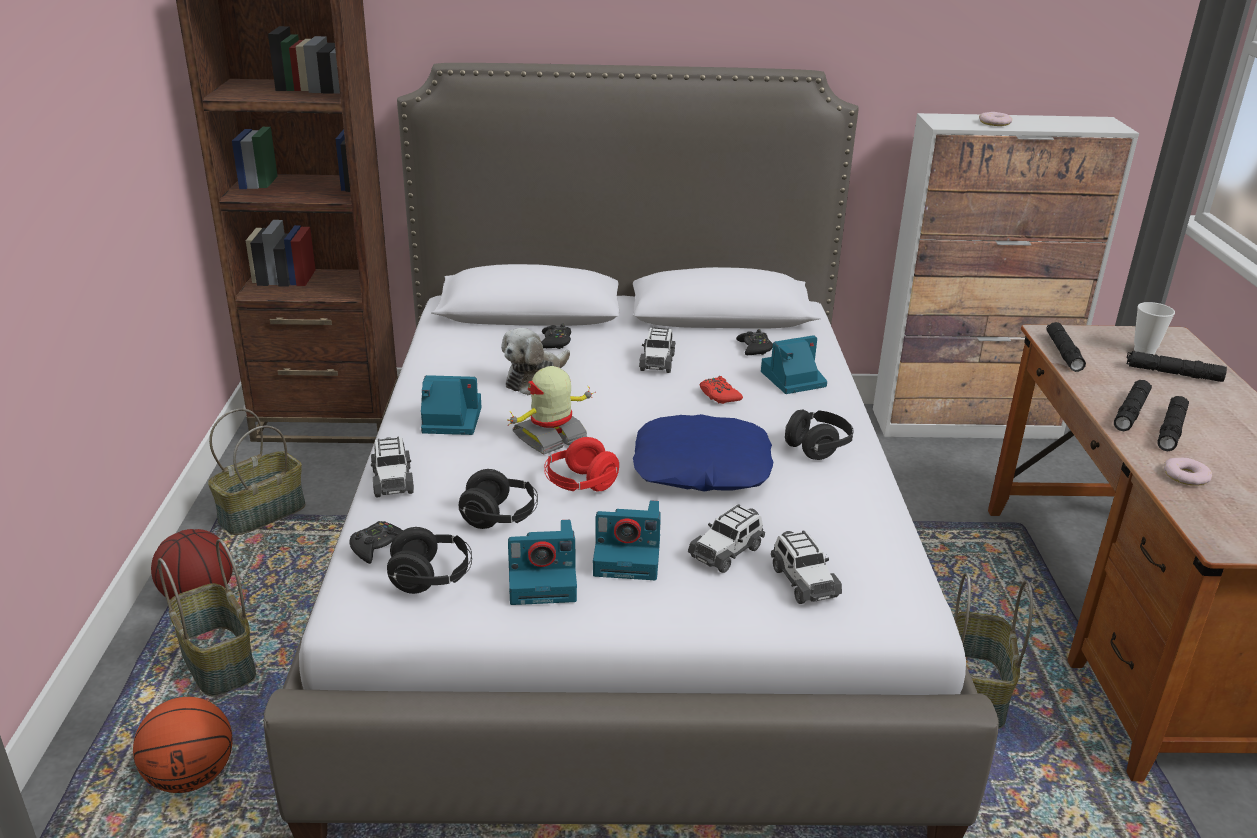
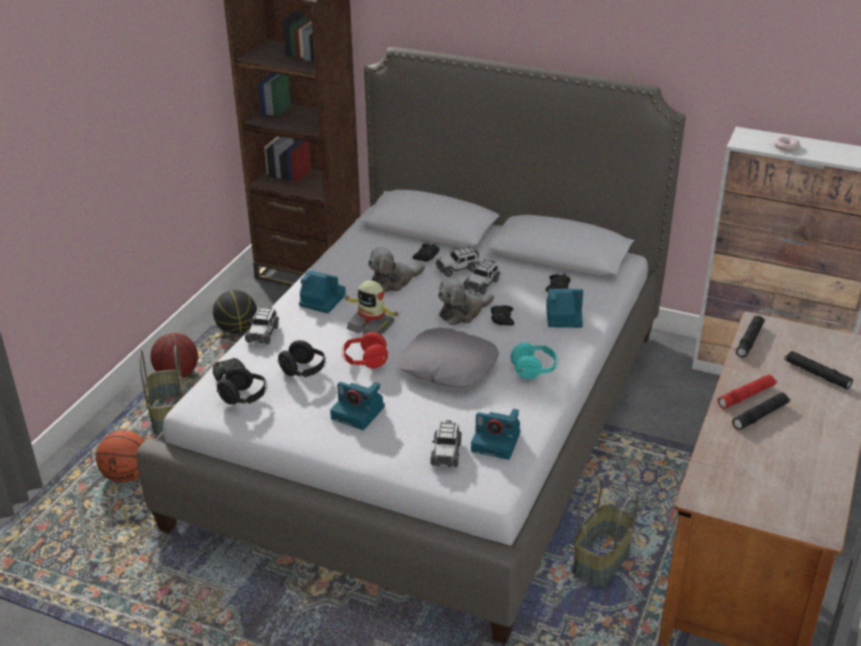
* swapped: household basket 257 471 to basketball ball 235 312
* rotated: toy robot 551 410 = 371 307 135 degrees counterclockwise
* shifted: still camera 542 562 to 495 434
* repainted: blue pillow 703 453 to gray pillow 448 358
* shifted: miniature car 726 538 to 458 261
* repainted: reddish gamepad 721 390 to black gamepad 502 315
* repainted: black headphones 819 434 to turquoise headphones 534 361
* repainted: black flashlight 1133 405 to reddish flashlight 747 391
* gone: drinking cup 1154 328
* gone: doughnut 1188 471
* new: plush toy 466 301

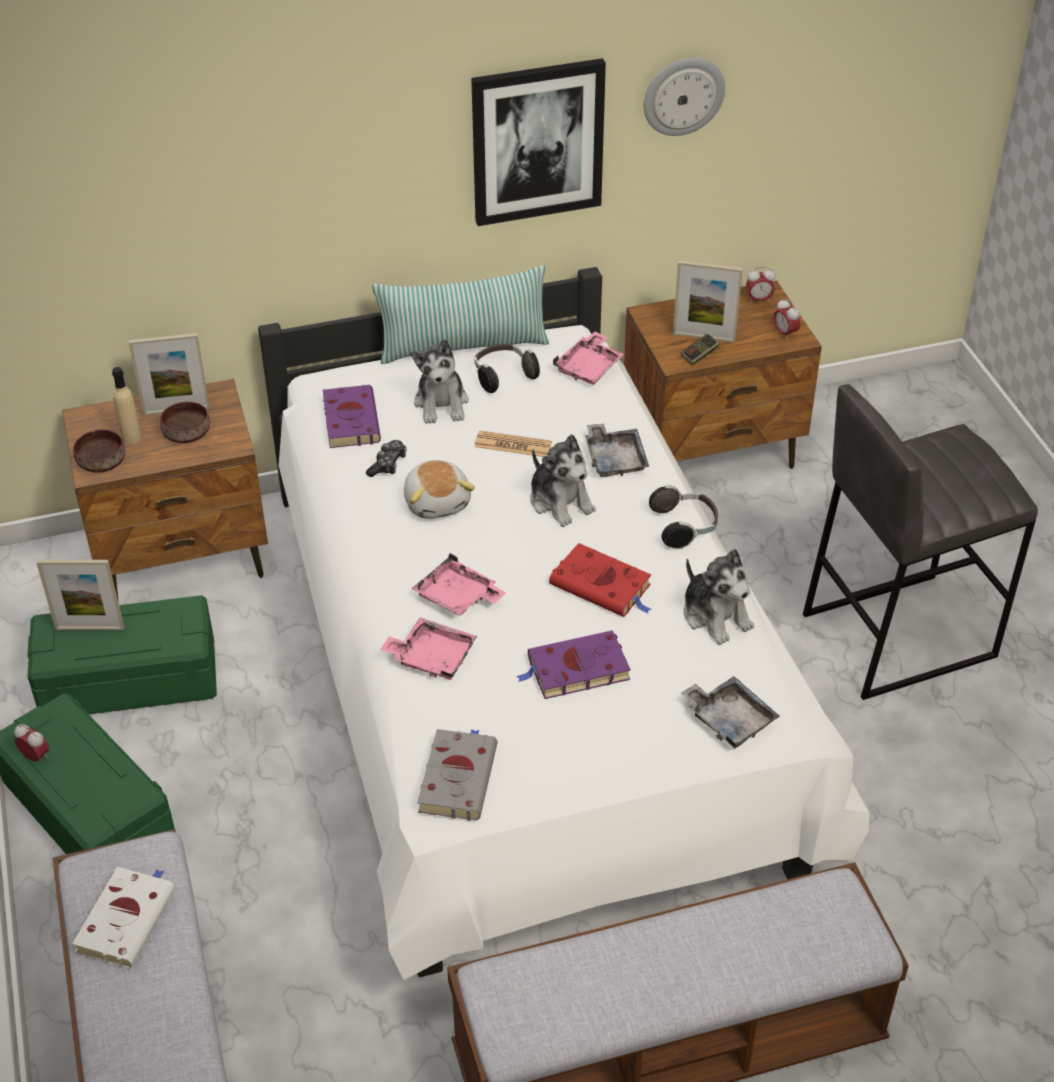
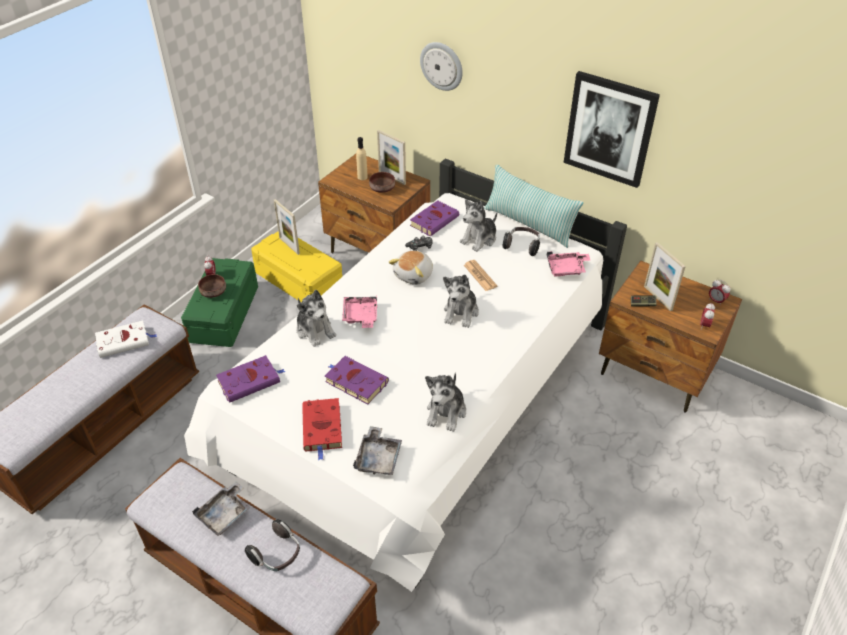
* repainted: green storage bin 122 654 to yellowish storage bin 297 267
* shifted: brown deep dish 99 451 to 212 286
* swapped: pinkish tray 428 648 to plush toy 316 318
* repainted: gray bound book 457 775 to purple-coloured bound book 251 379
* shifted: reddish bound book 600 580 to 322 429
* shifted: gray tray 617 450 to 221 509
* shifted: wall clock 684 97 to 441 66
* shifted: headphones 683 517 to 272 545
* gone: gray sitting stool 920 542

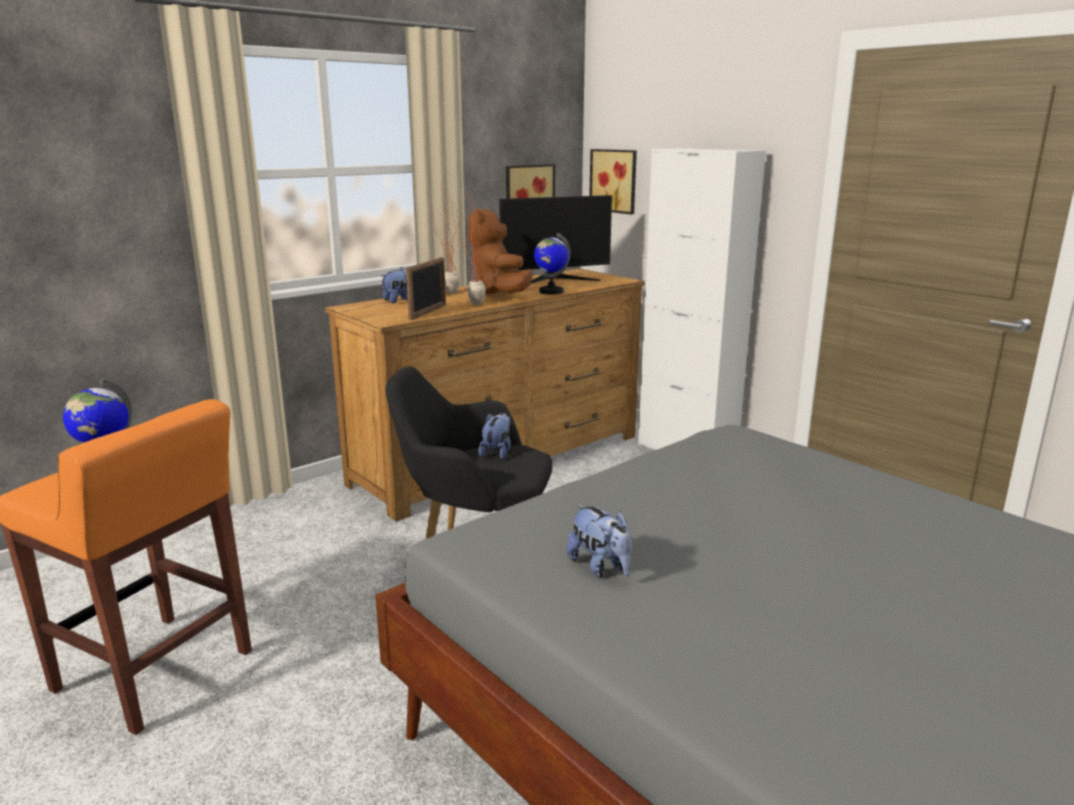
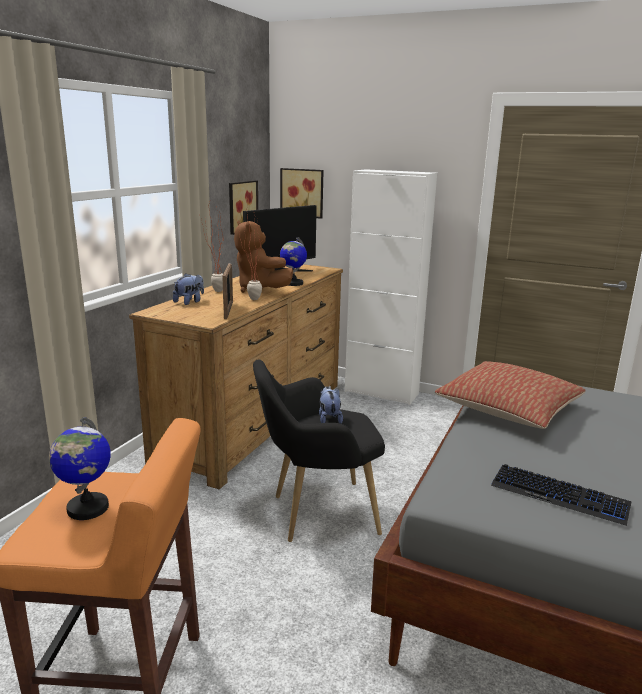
* swapped: plush toy 599 541 to keyboard 561 495
* new: pillow 510 395

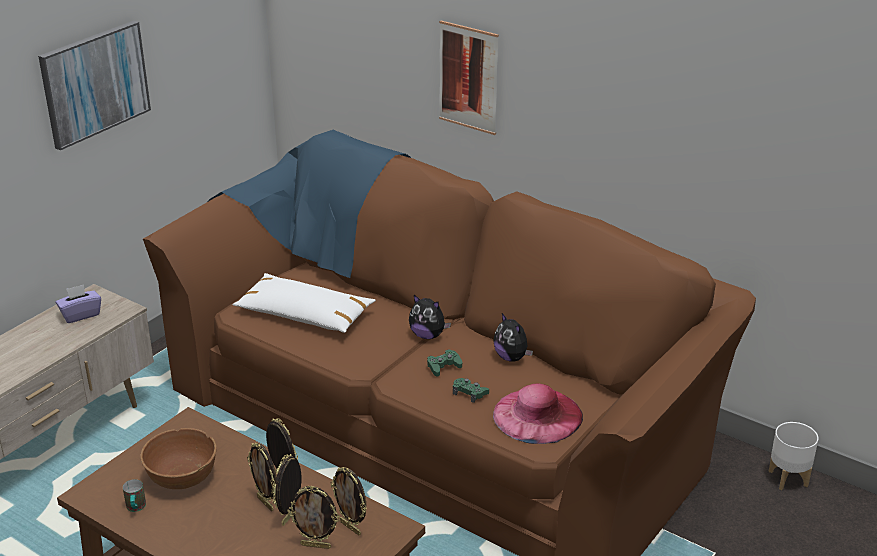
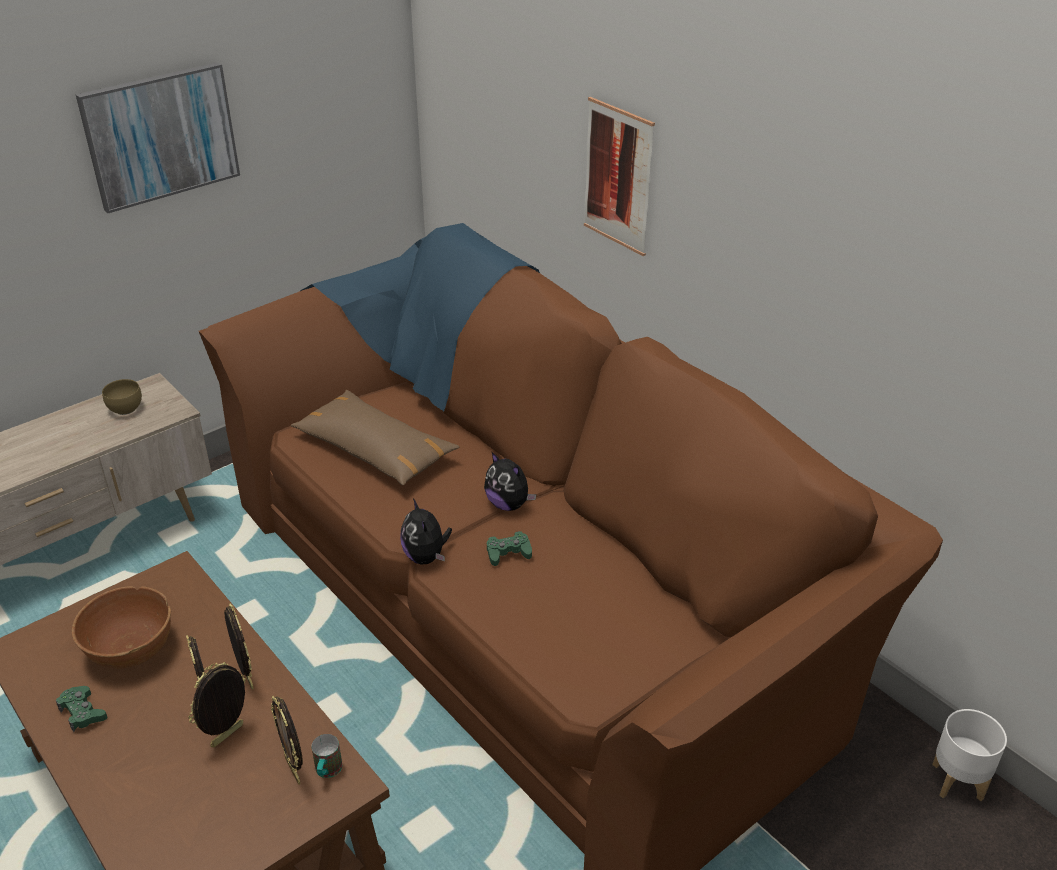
* swapped: purple-coloured tissue holder 78 303 to brown deep dish 122 397
* shifted: coffee mug 134 495 to 327 756
* repainted: whitish pillow 304 303 to brown pillow 375 437
* gone: picture frame 313 517
* shifted: green gamepad 471 390 to 81 709
* shifted: plush toy 513 337 to 426 531
* gone: pinkish hat 538 413

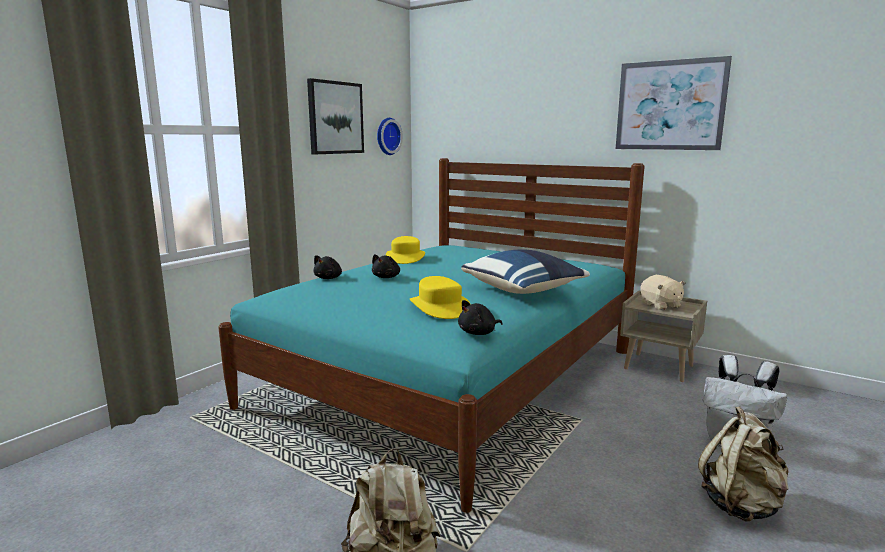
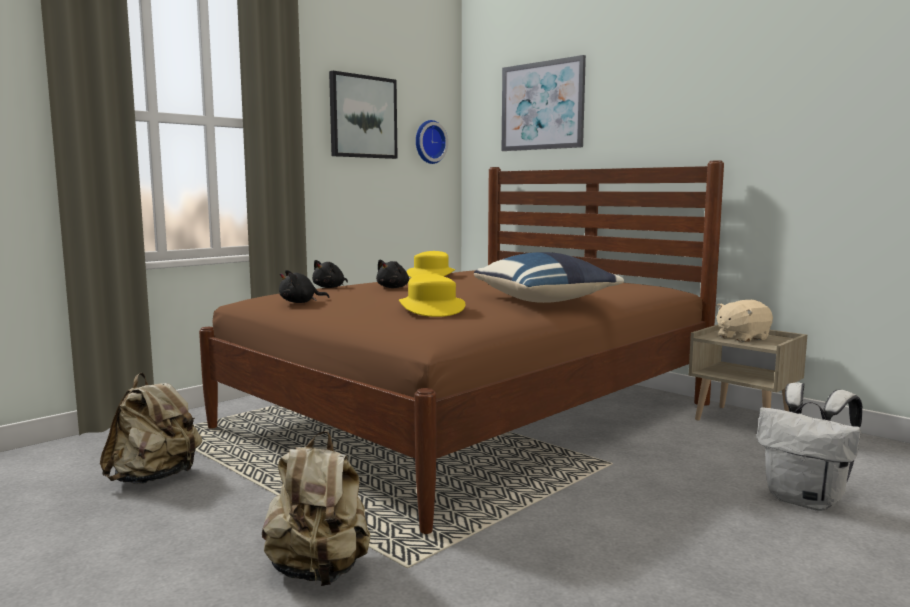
* repainted: turquoise bedroom bed 431 335 to brown bedroom bed 461 347
* shifted: black plush toy 480 317 to 304 286
* shifted: wall picture 674 103 to 544 103
* rotated: beige plush toy 663 292 = 744 321 75 degrees clockwise
* shifted: beige knapsack 743 464 to 151 428

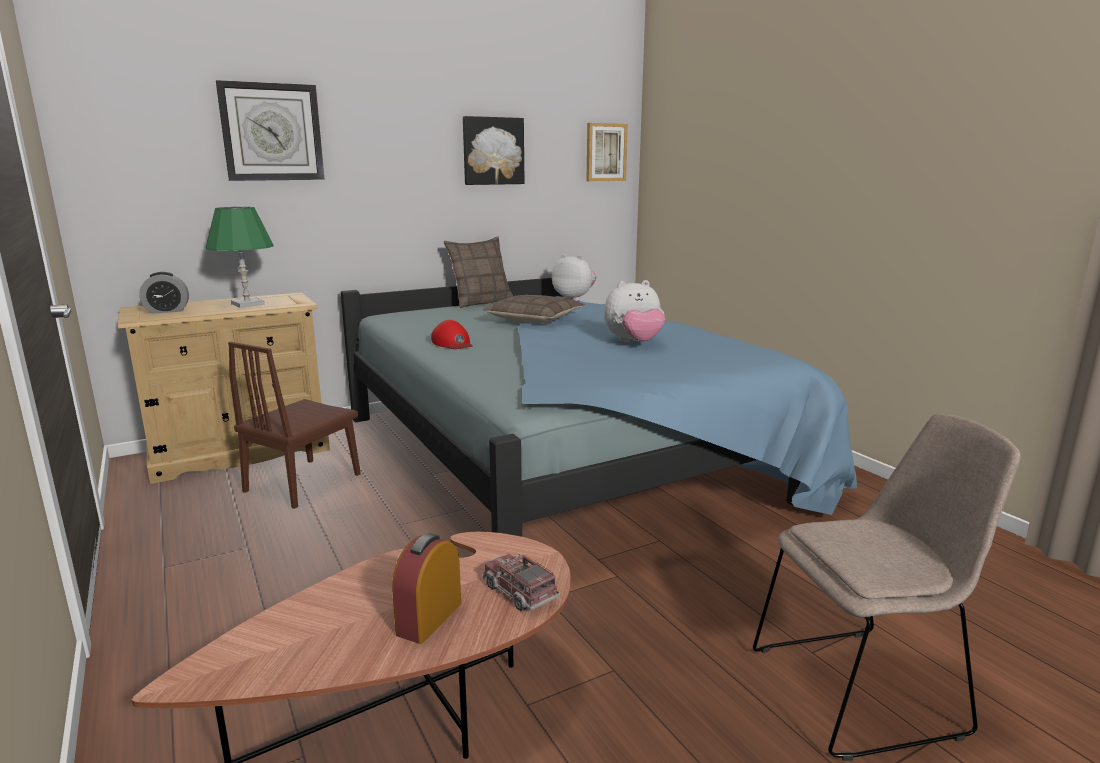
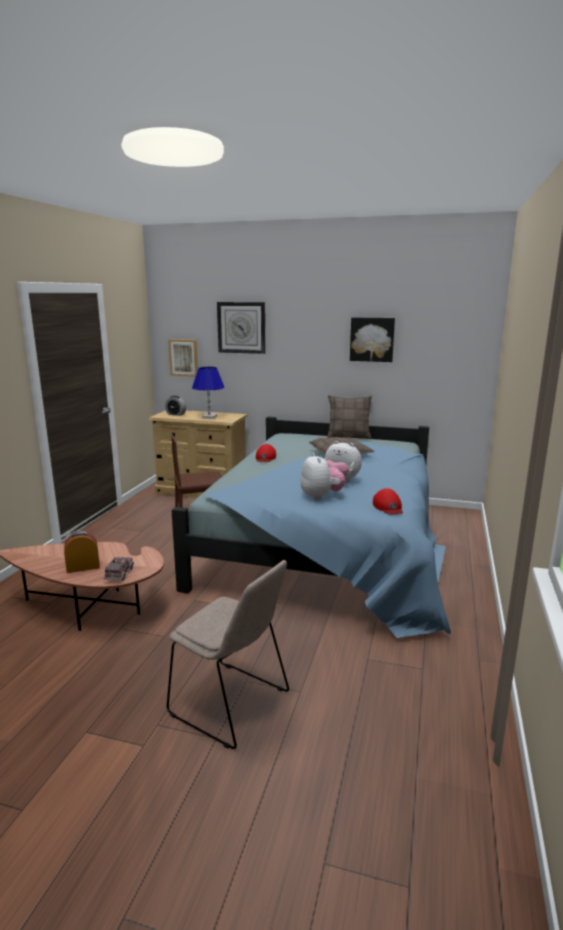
* repainted: green table lamp 240 257 to blue table lamp 208 392
* shifted: plush toy 574 277 to 323 476
* shifted: wall picture 607 152 to 183 358
* new: reddish peaked cap 388 501

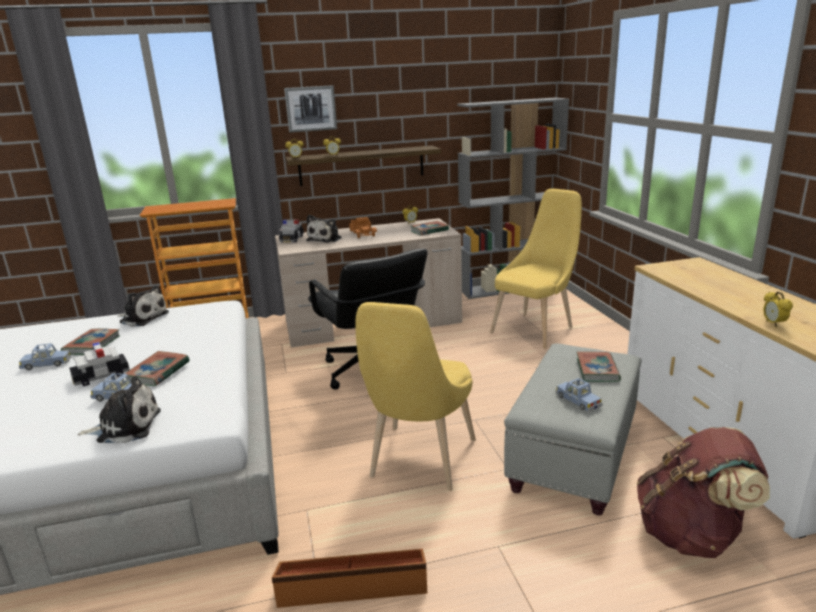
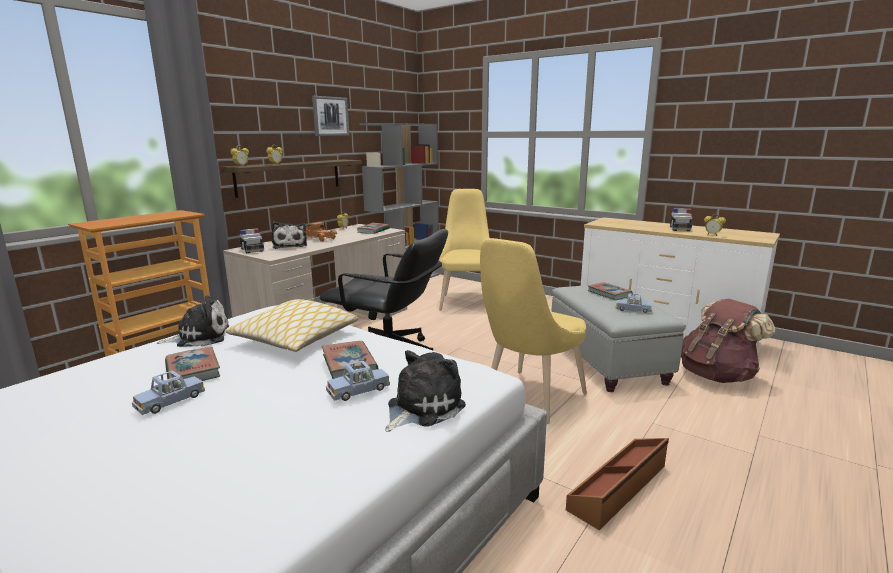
* shifted: miniature car 99 364 to 681 220
* shifted: wall picture 310 109 to 330 116
* rotated: yellowish chair 415 396 = 533 331 60 degrees clockwise
* new: pillow 292 325

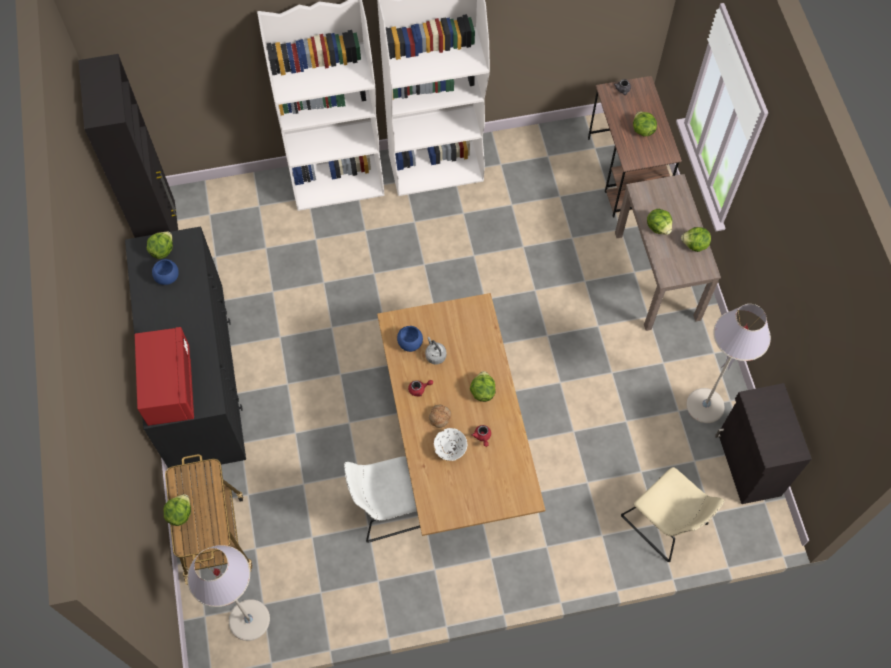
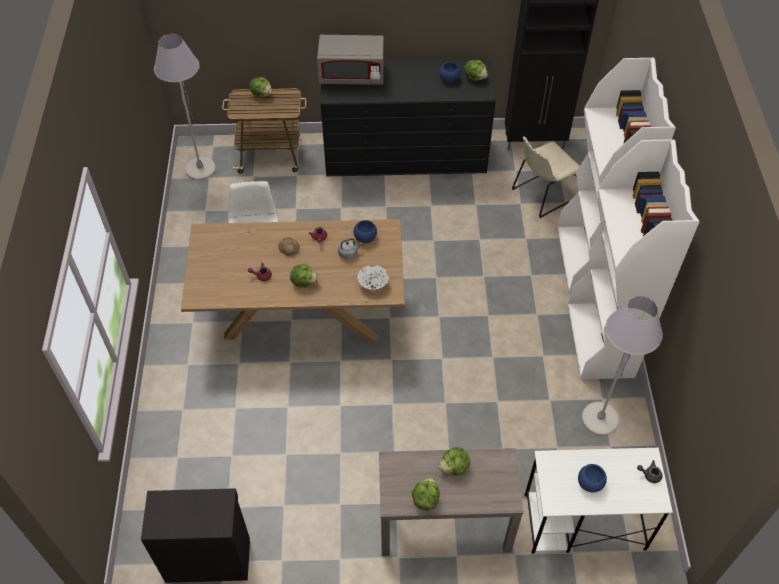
* repainted: reddish microwave oven 164 376 to gray microwave oven 350 60
* shifted: whitish deep dish 450 444 to 373 277
* repainted: brown desk unit 635 147 to whitish desk unit 598 501
* shifted: beige chair 673 514 to 546 177
* swapped: lettuce head 645 123 to blue deep dish 592 478
* shifted: gray standard lamp 728 363 to 622 365

